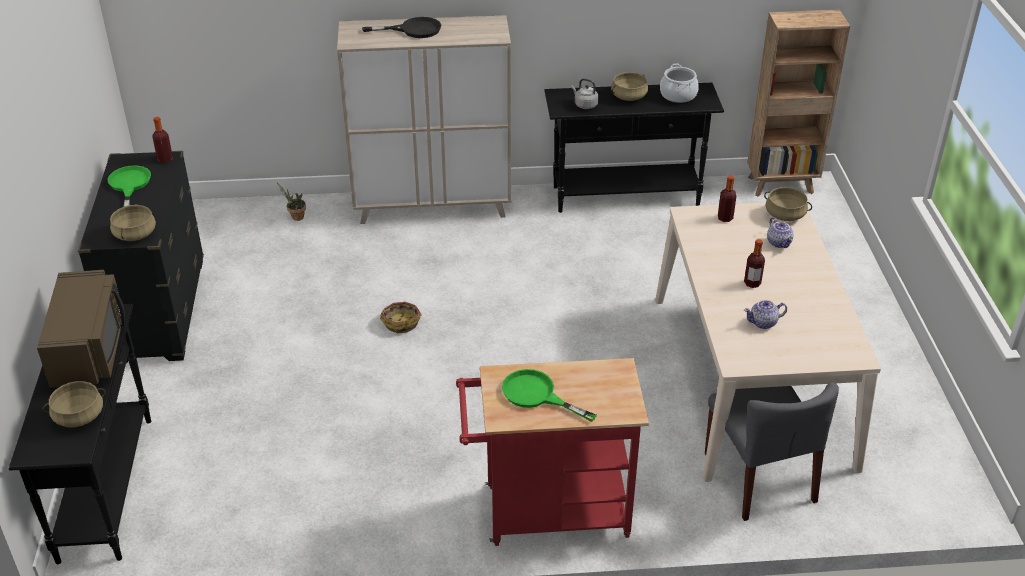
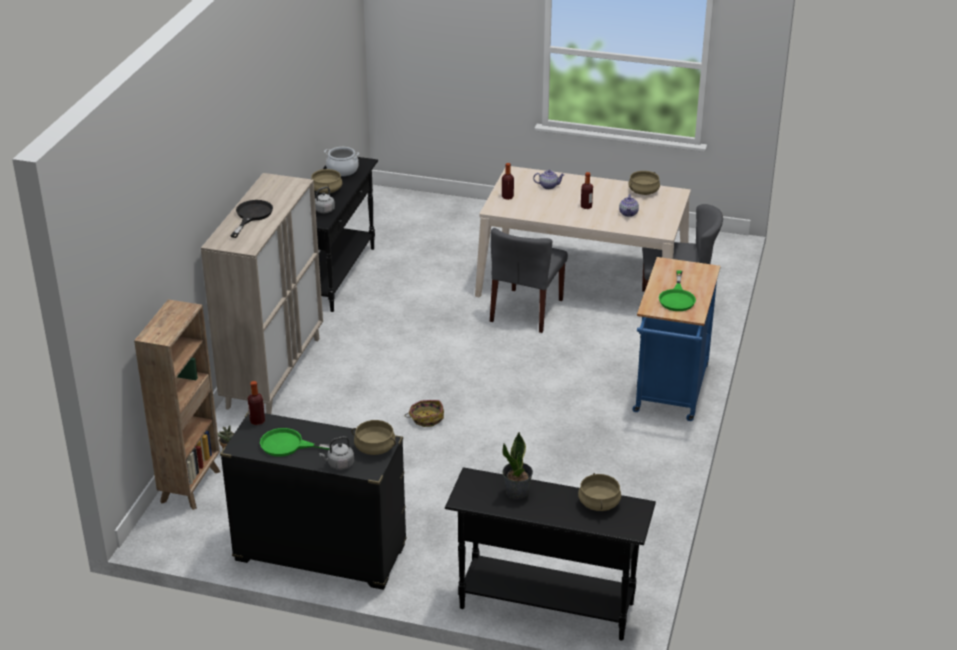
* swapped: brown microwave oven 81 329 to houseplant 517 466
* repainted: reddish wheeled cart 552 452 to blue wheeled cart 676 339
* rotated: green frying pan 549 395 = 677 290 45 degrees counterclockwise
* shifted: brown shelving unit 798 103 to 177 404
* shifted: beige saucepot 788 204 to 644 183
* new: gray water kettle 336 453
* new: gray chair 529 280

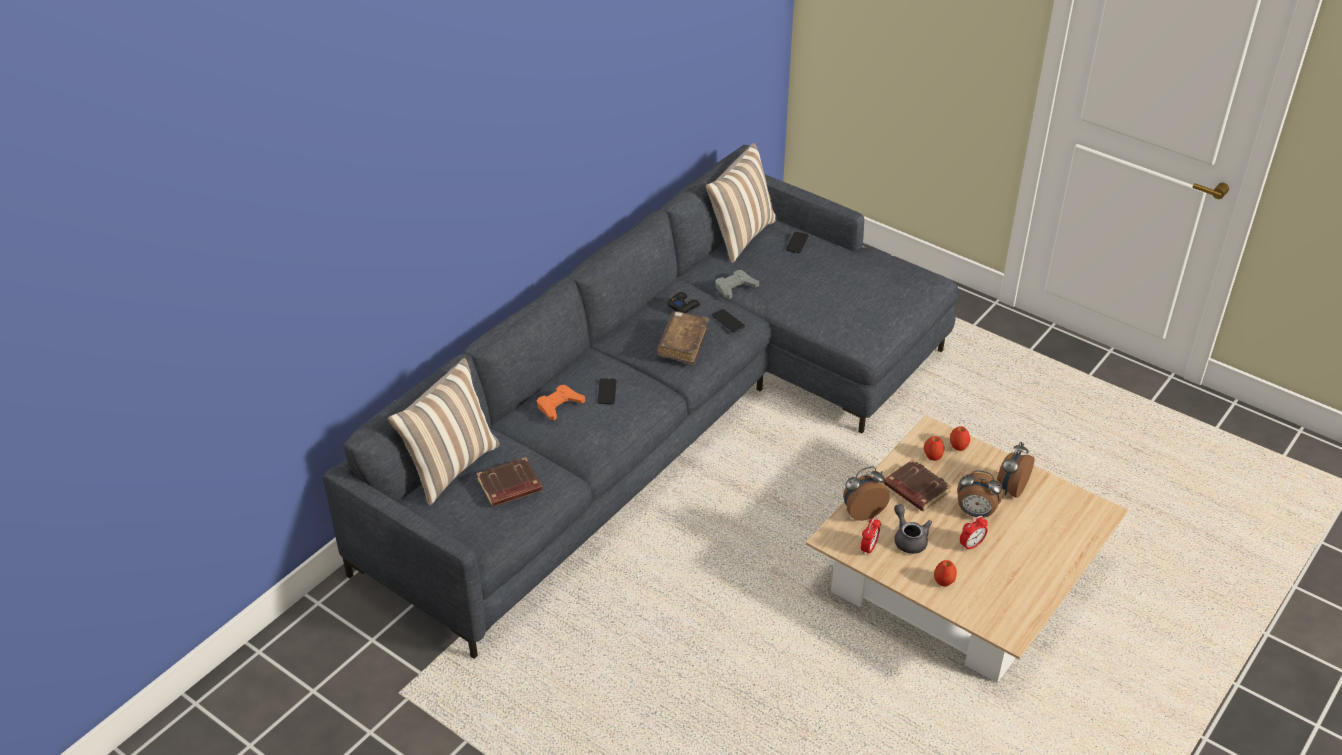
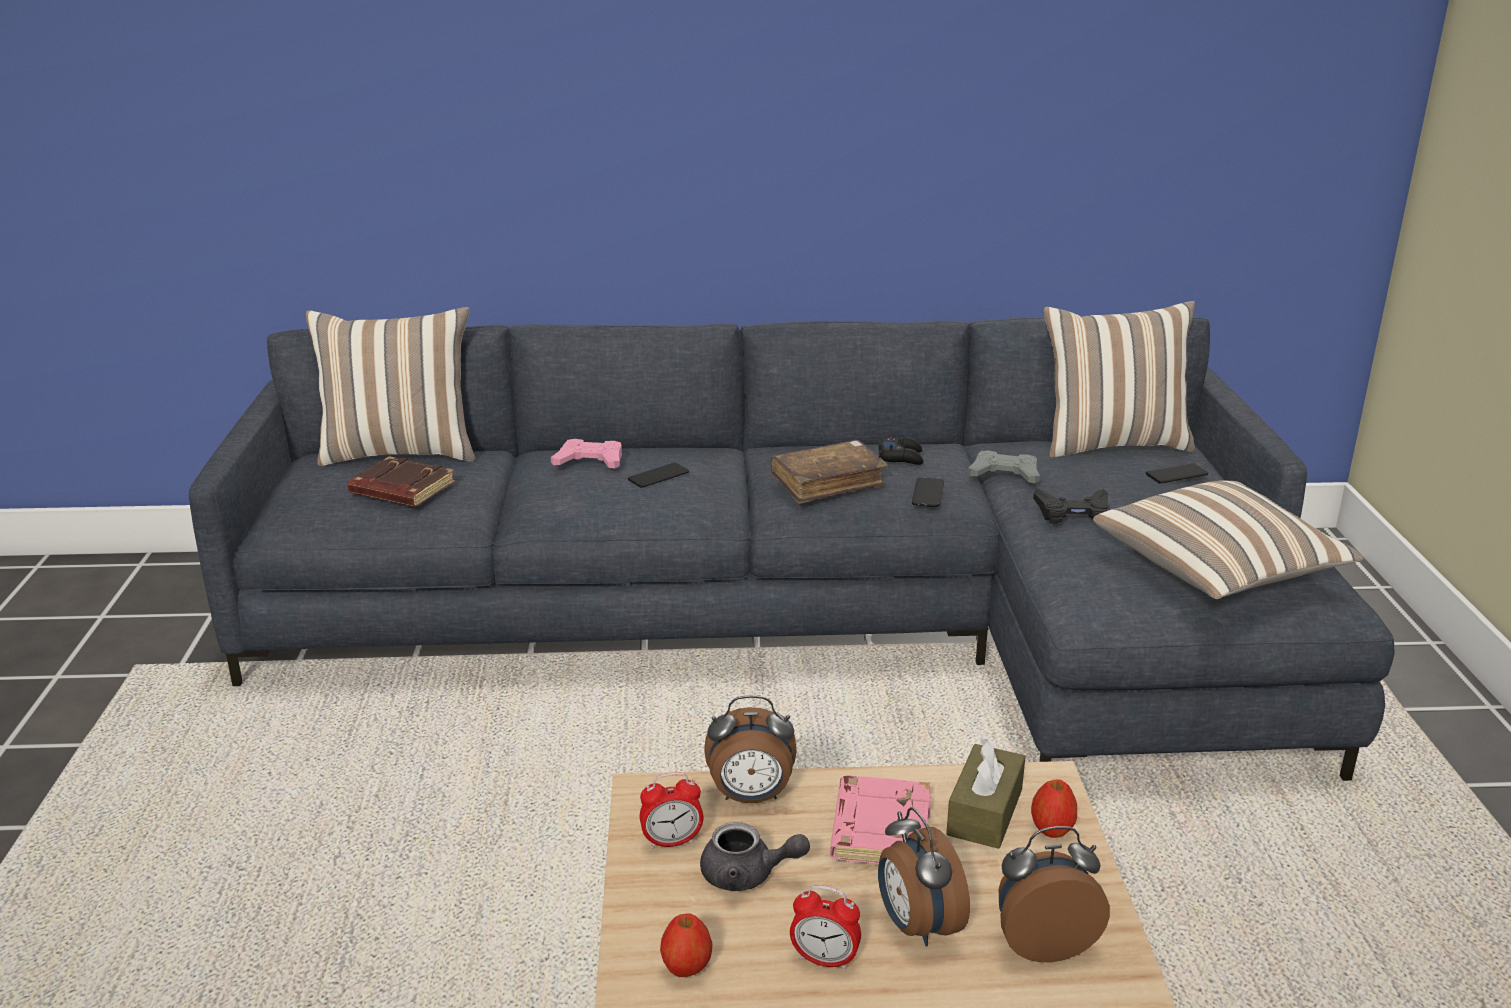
* repainted: orangey gamepad 561 402 to pinkish gamepad 586 454
* rotated: alarm clock 866 494 = 750 749 150 degrees clockwise
* repainted: brown bound book 917 485 to pinkish bound book 880 820
* rotated: gray teapot 913 529 = 755 856 75 degrees clockwise
* swapped: apple 934 448 to brown tissue holder 986 793
* new: black gamepad 1071 506
* new: pillow 1228 540

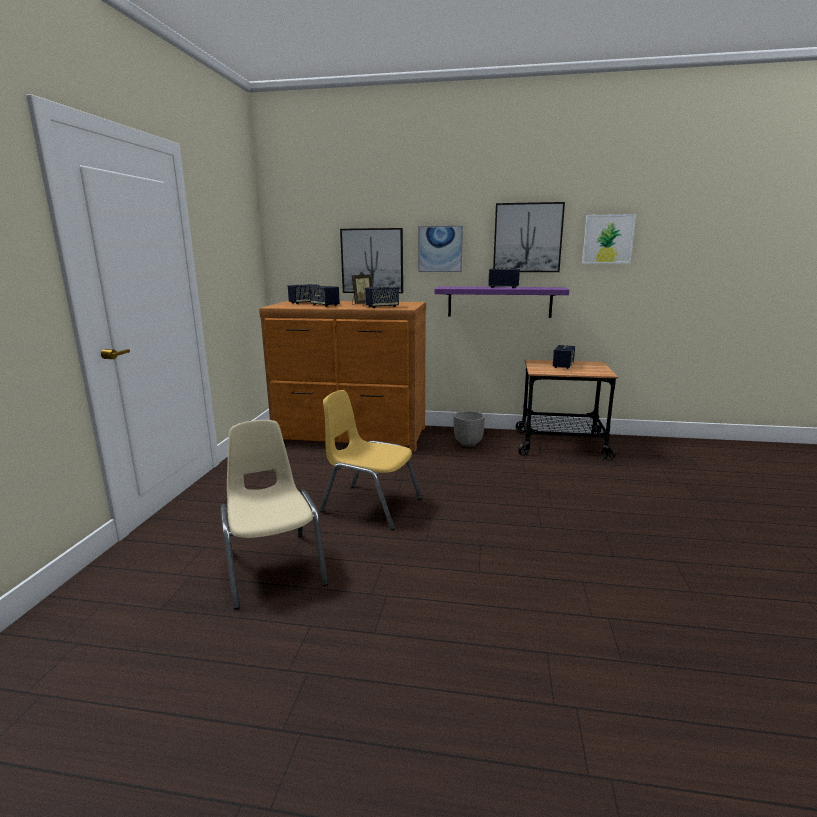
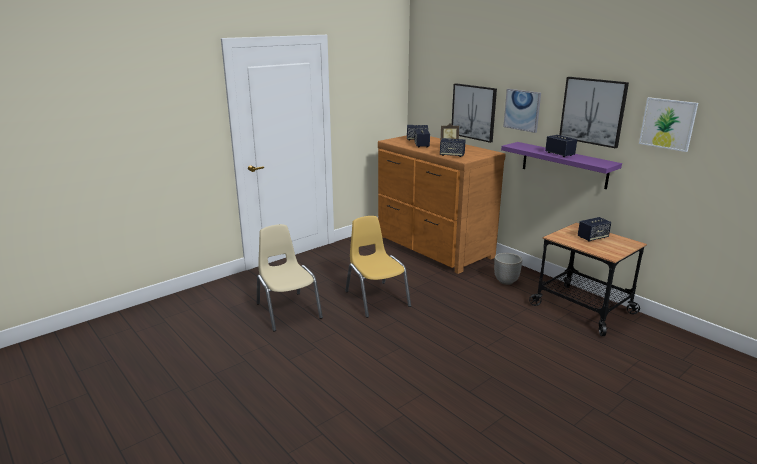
* rotated: beige chair 274 515 = 290 277 45 degrees counterclockwise

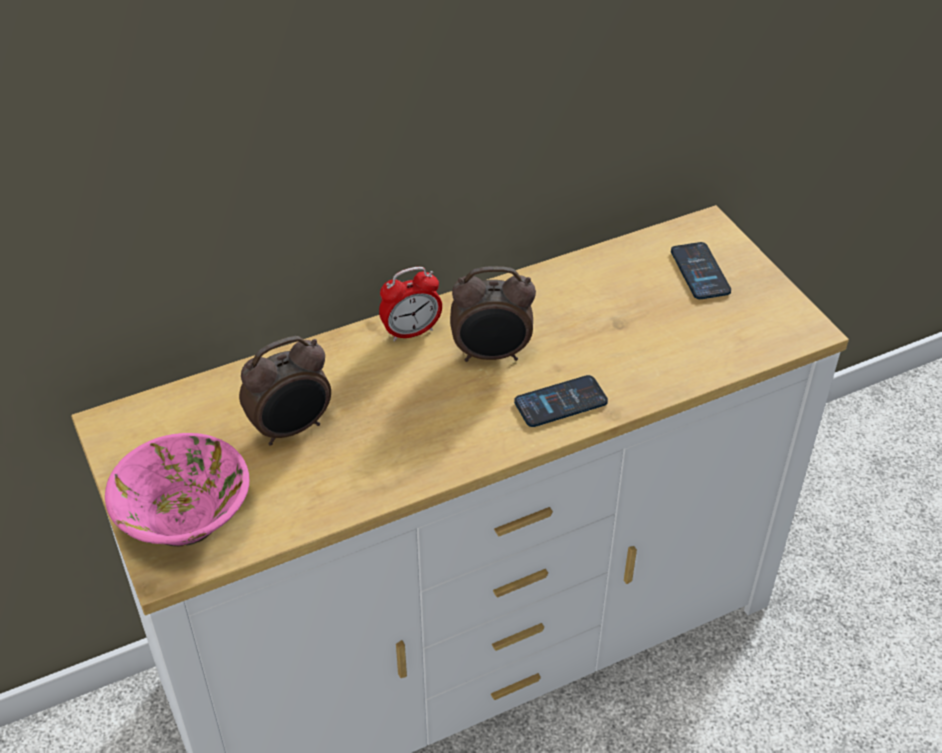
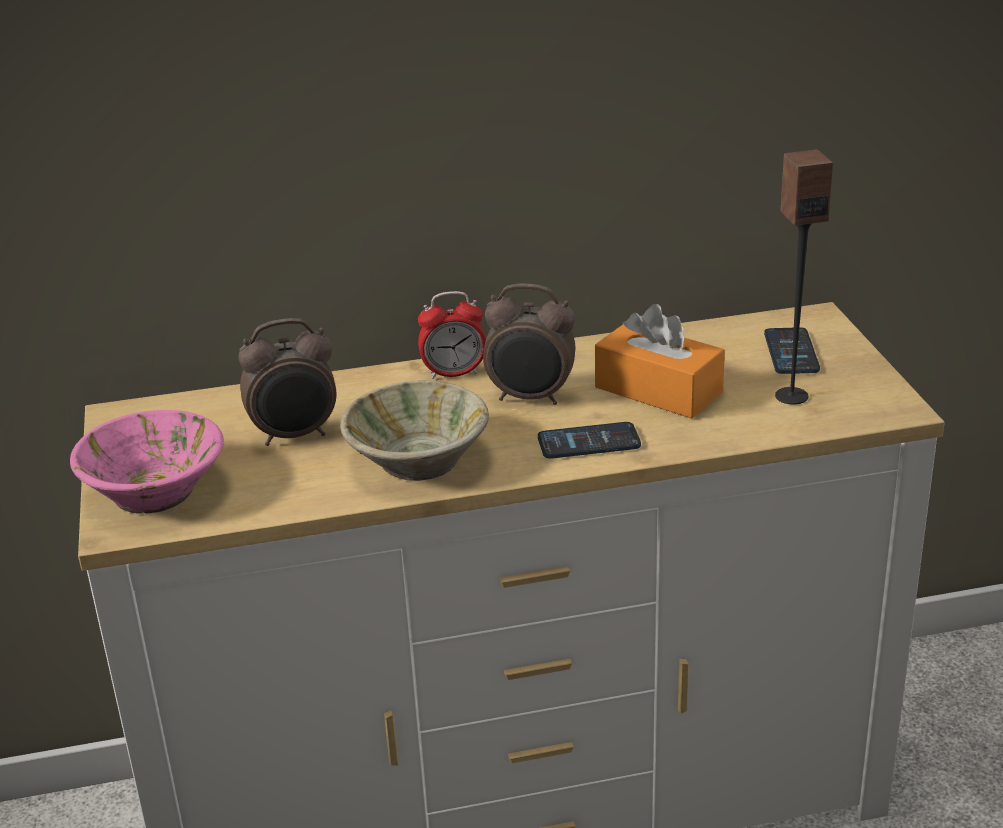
* new: beige deep dish 414 430
* new: orangey tissue holder 660 361
* new: speaker 804 277

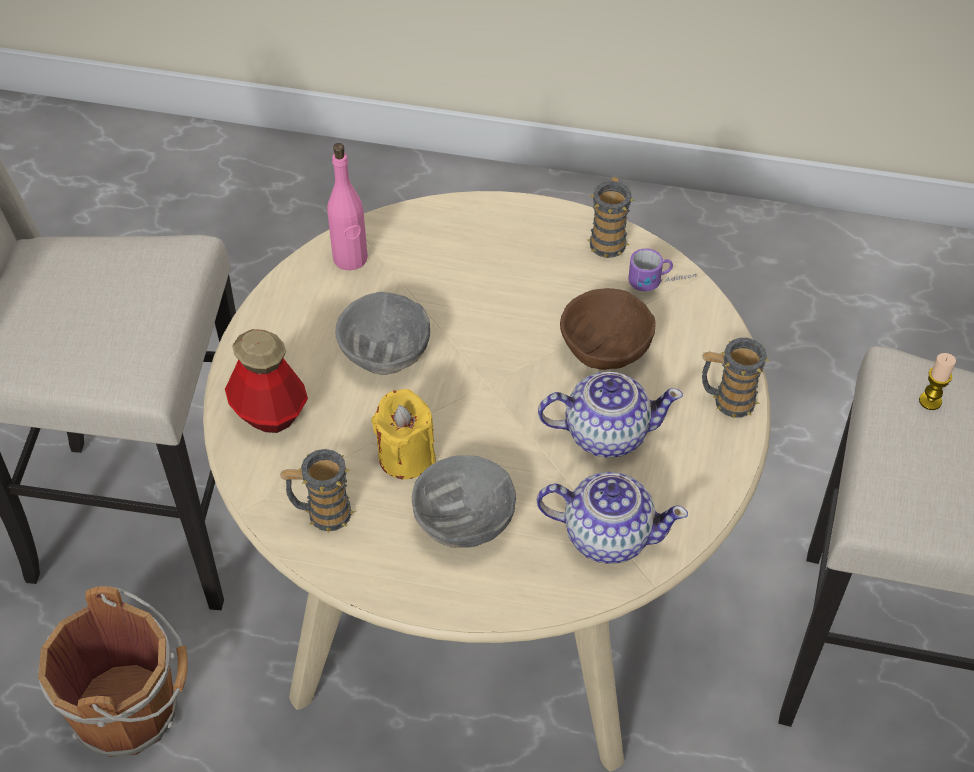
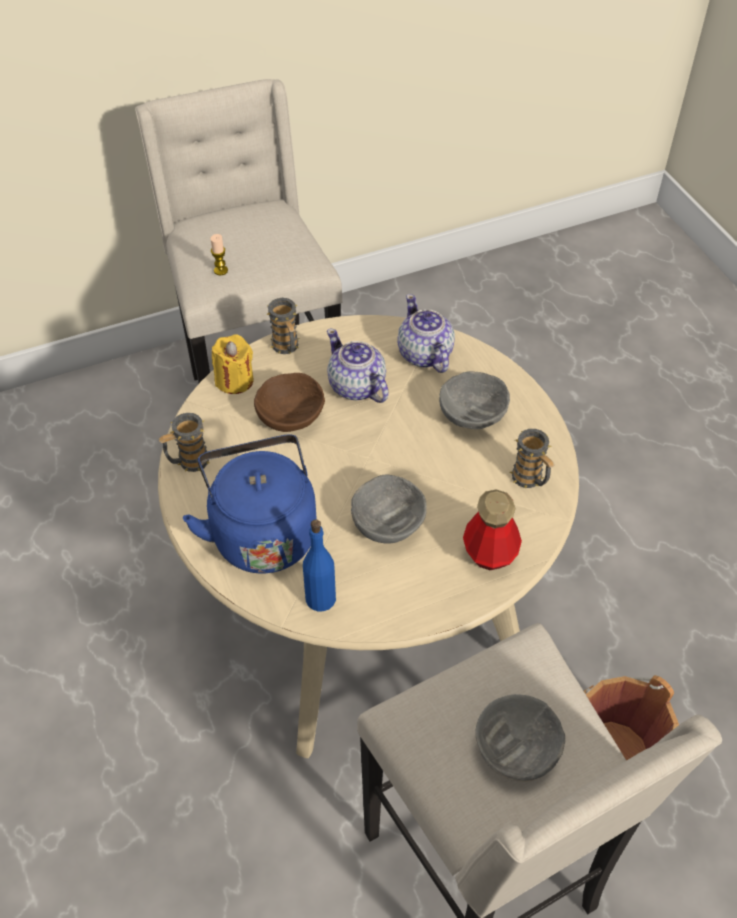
* repainted: pinkish beverage bottle 347 206 to blue beverage bottle 319 565
* shifted: yellowish wax light 403 434 to 232 364
* gone: coffee mug 662 269
* new: blue water kettle 250 503
* new: gray deep dish 520 738

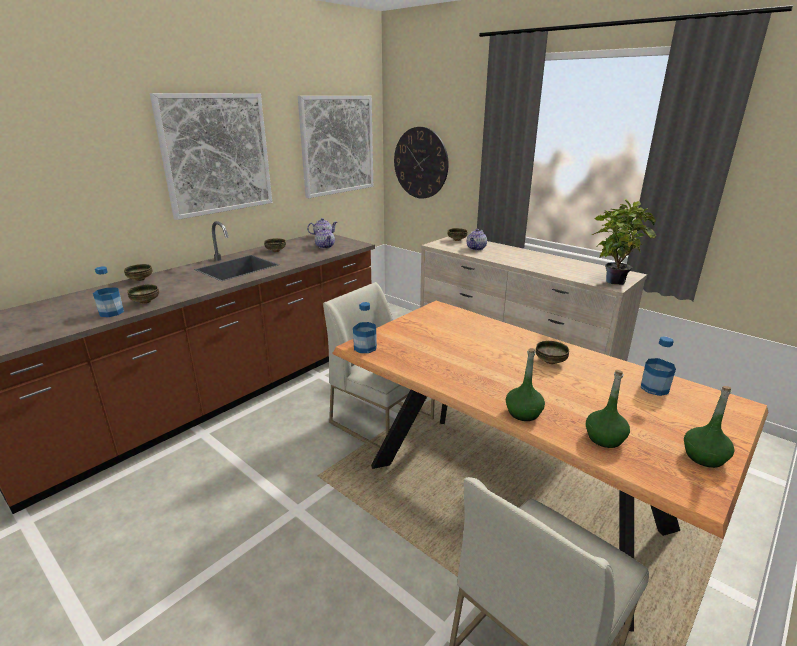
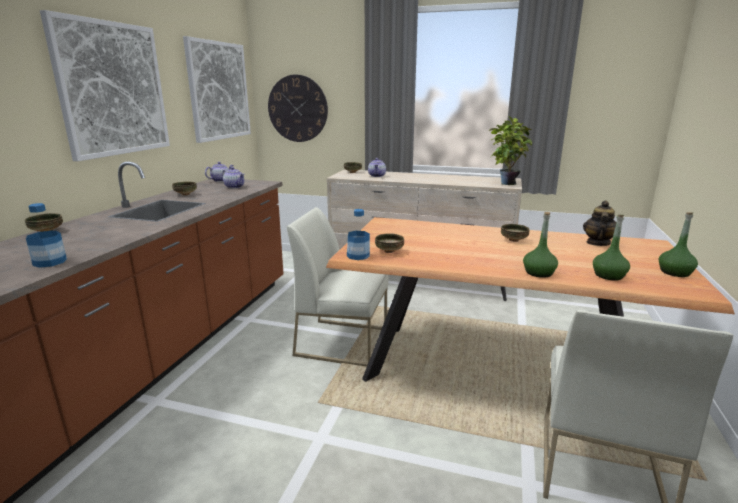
* shifted: deep dish 143 294 to 389 243
* swapped: beverage bottle 658 366 to teapot 599 223

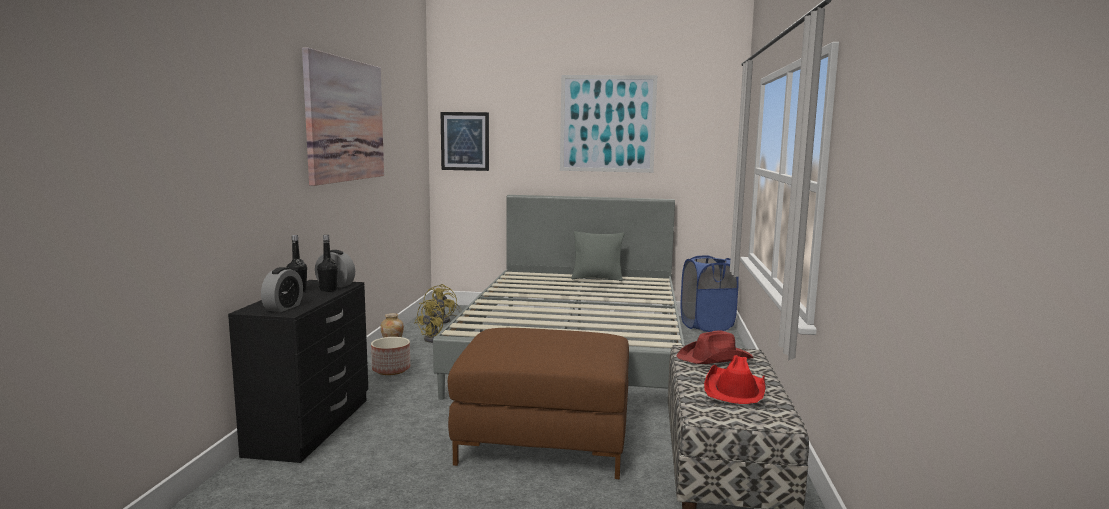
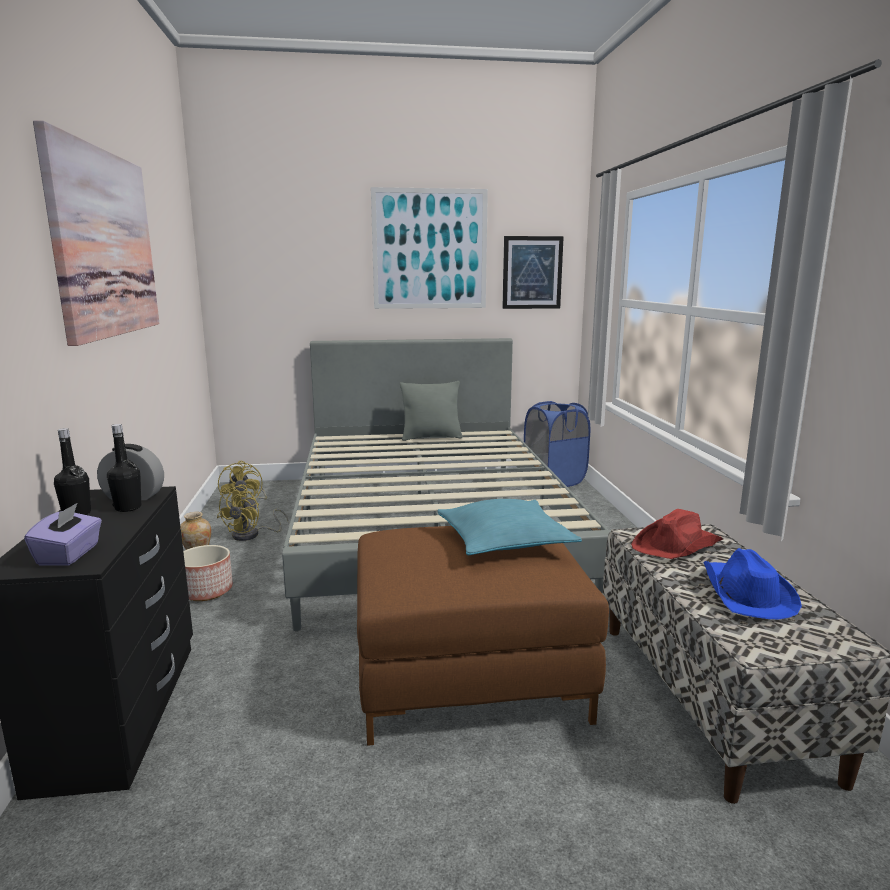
* swapped: alarm clock 282 289 to purple-coloured tissue holder 63 534
* shifted: wall picture 465 141 to 533 272
* repainted: reddish hat 735 379 to blue hat 752 583
* new: turquoise pillow 509 527

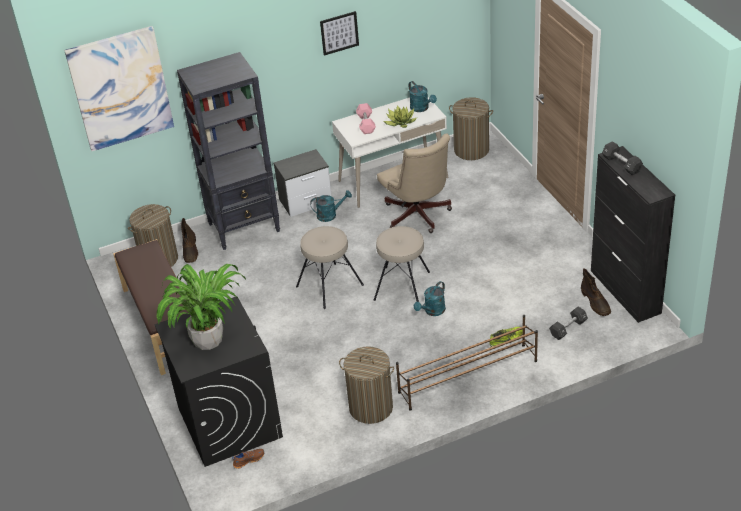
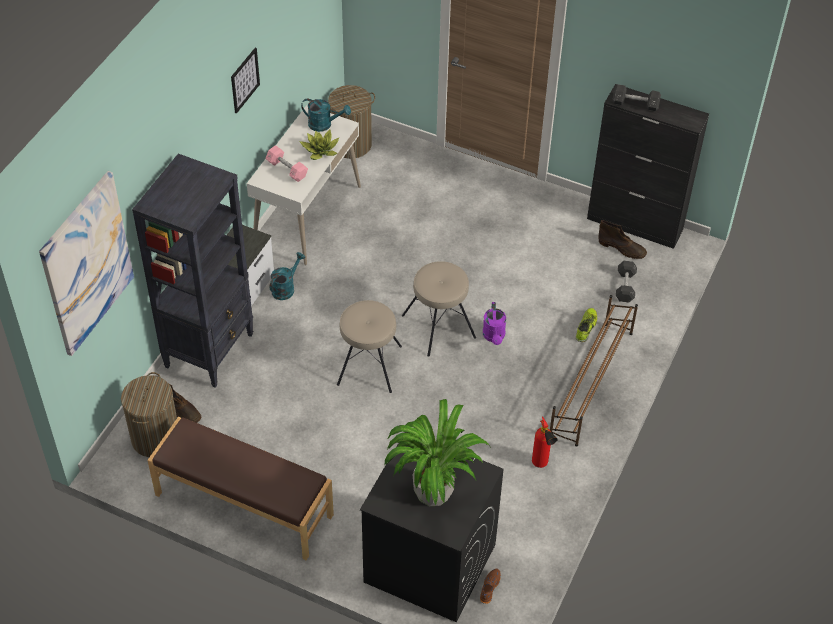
* swapped: washing basket 366 385 to fire-fighting cylinder 545 442
* gone: beige computer chair 414 183
* repainted: turquoise sprinkling can 430 298 to purple-coloured sprinkling can 494 323

